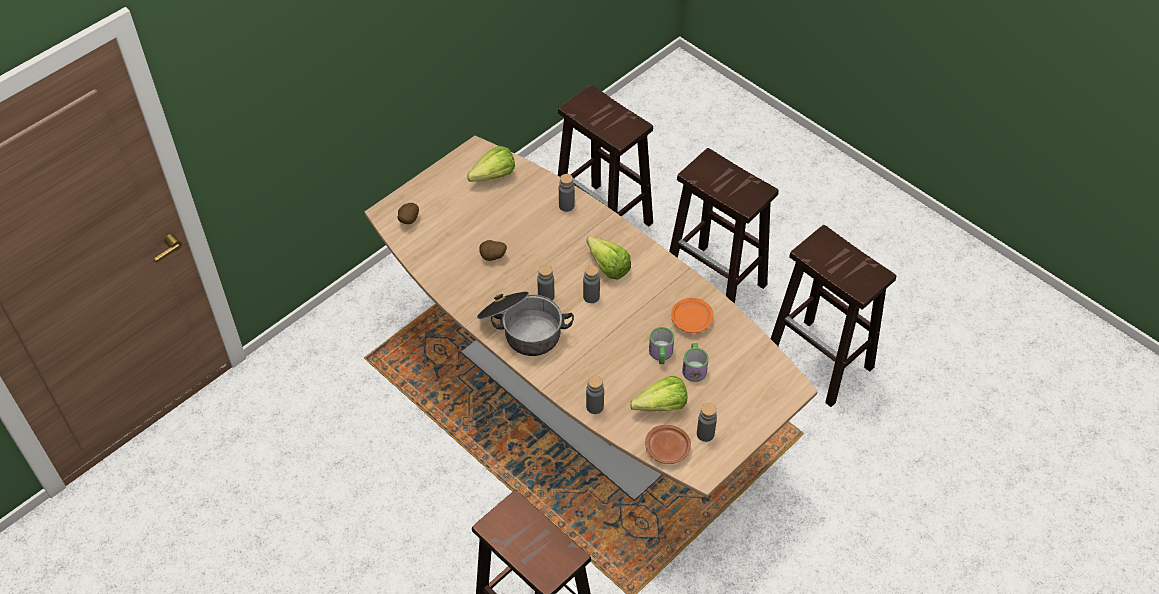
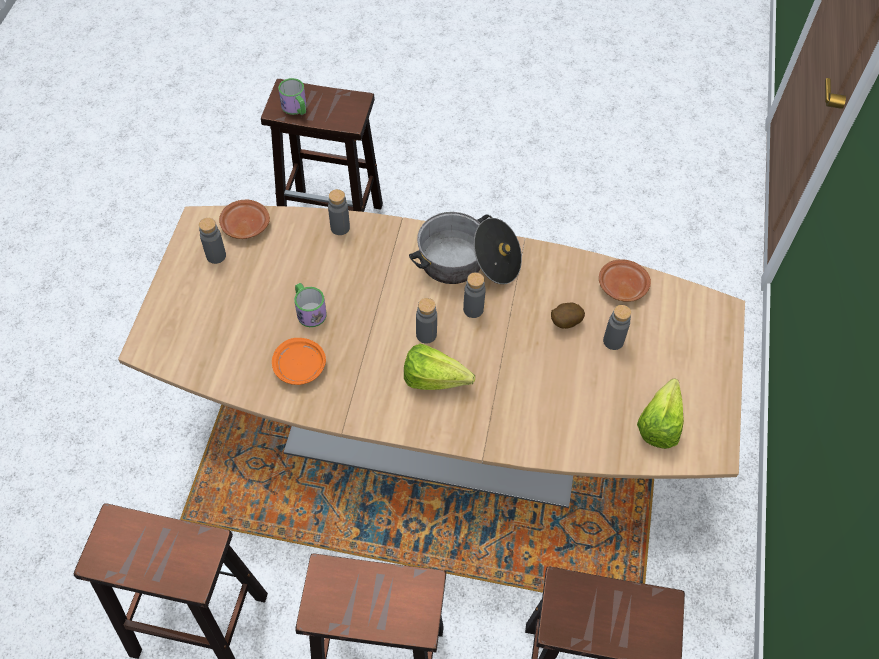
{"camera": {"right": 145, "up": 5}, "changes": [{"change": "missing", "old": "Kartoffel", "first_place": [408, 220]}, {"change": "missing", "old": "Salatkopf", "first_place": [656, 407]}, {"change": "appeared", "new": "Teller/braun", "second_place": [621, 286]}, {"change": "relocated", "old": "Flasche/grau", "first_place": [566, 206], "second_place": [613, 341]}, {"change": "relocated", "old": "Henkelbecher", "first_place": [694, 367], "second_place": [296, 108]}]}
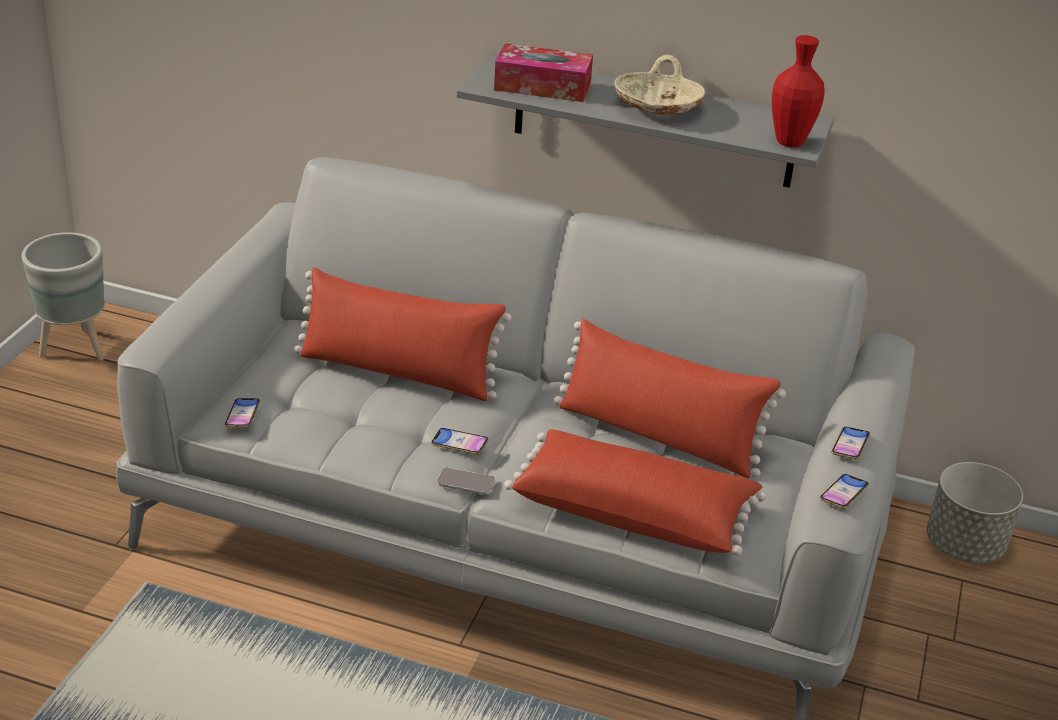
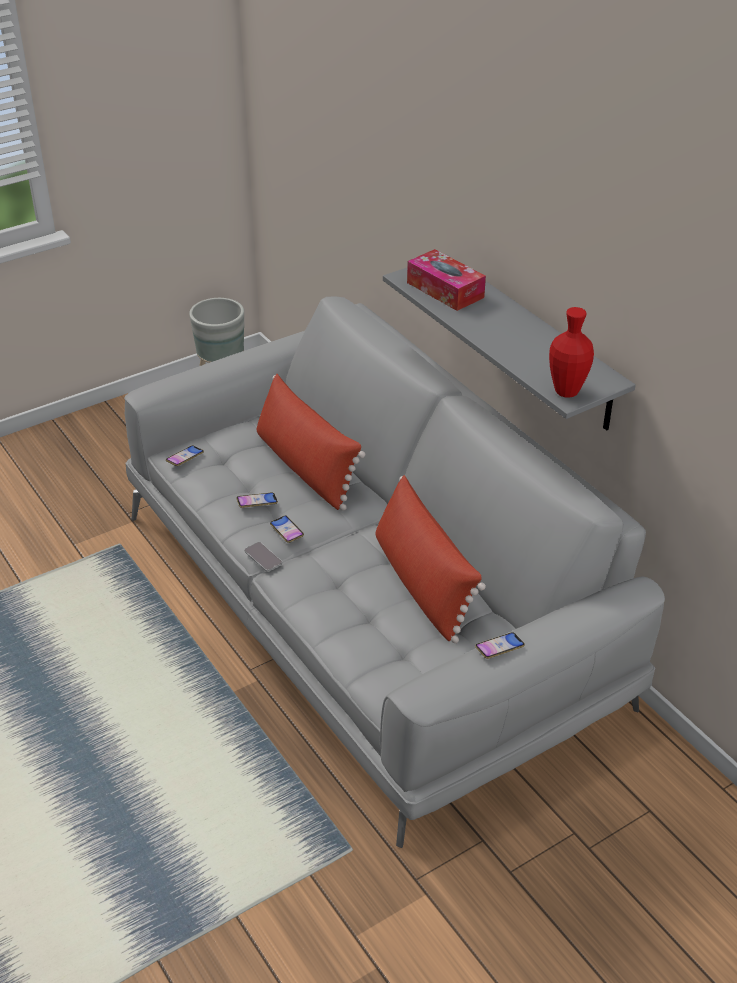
{"camera": {"right": 40, "up": 5}, "changes": [{"change": "missing", "old": "Kissen/rot", "first_place": [633, 512]}, {"change": "missing", "old": "Schüssel/beige", "first_place": [658, 106]}, {"change": "missing", "old": "Pflanzkübel/grau", "first_place": [964, 545]}, {"change": "relocated", "old": "Handy", "first_place": [843, 494], "second_place": [257, 502]}]}
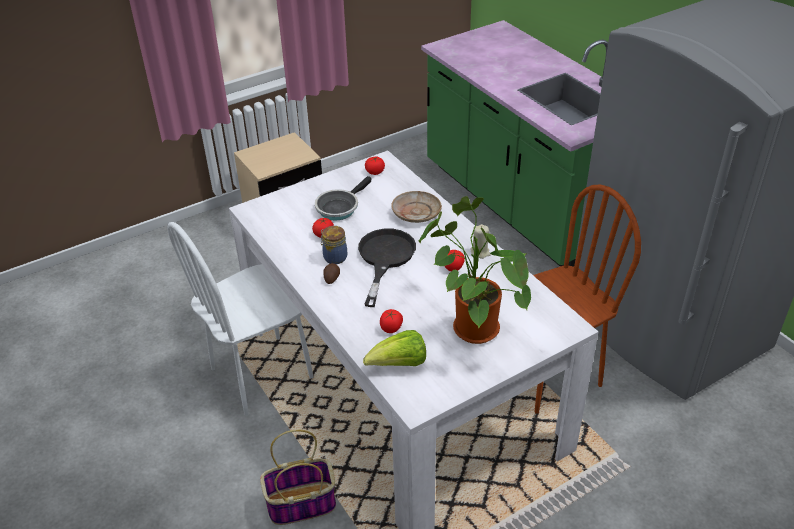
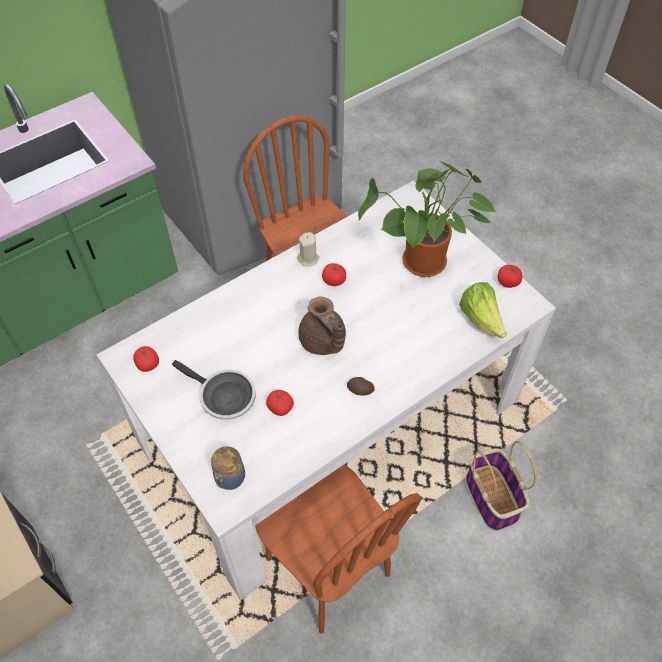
{"camera": {"right": -95, "up": 15}, "changes": [{"change": "missing", "old": "Teller/beige", "first_place": [416, 212]}, {"change": "relocated", "old": "Vorratsglas", "first_place": [334, 257], "second_place": [229, 478]}, {"change": "relocated", "old": "Tomate", "first_place": [391, 328], "second_place": [508, 282]}, {"change": "exchanged", "old": "Pfanne/schwarz", "new": "Teekanne/braun", "first_place": [384, 259], "second_place": [323, 342]}, {"change": "colour", "old": "Stuhl/weiß", "new": "Stuhl/braun", "first_place": [262, 374], "second_place": [327, 567]}]}
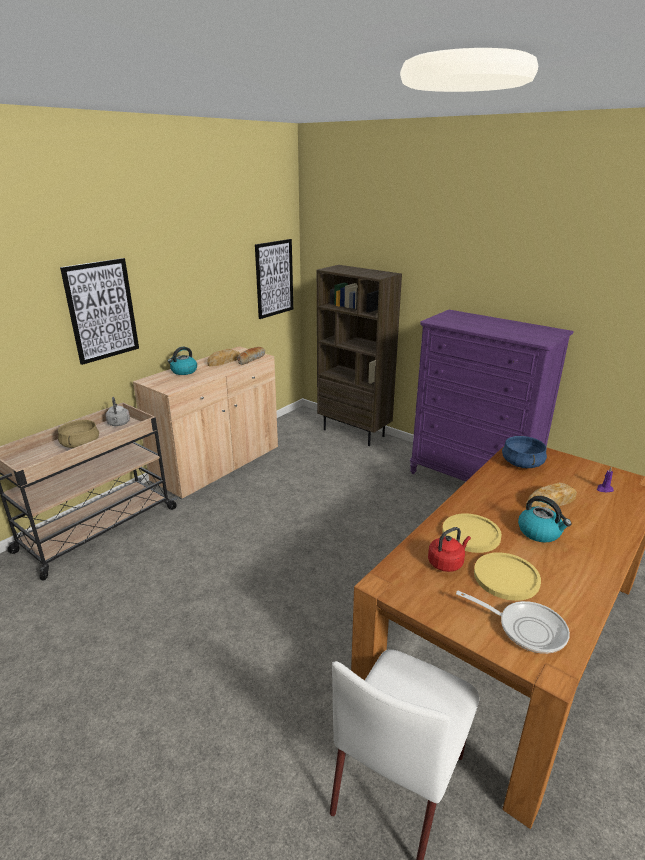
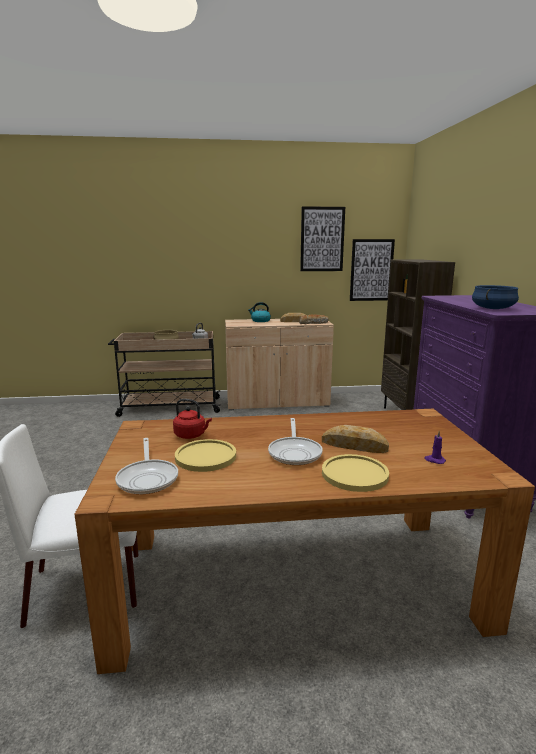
{"camera": {"right": 45, "up": -10}, "changes": [{"change": "relocated", "old": "Bild", "first_place": [102, 310], "second_place": [322, 239]}, {"change": "relocated", "old": "Teller/gelb", "first_place": [471, 534], "second_place": [354, 474]}, {"change": "relocated", "old": "Kochtopf/blau", "first_place": [522, 463], "second_place": [493, 308]}, {"change": "exchanged", "old": "Wasserkessel", "new": "Pfanne", "first_place": [540, 532], "second_place": [295, 452]}]}
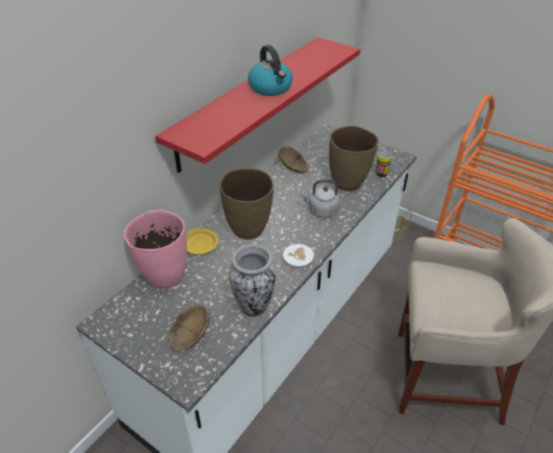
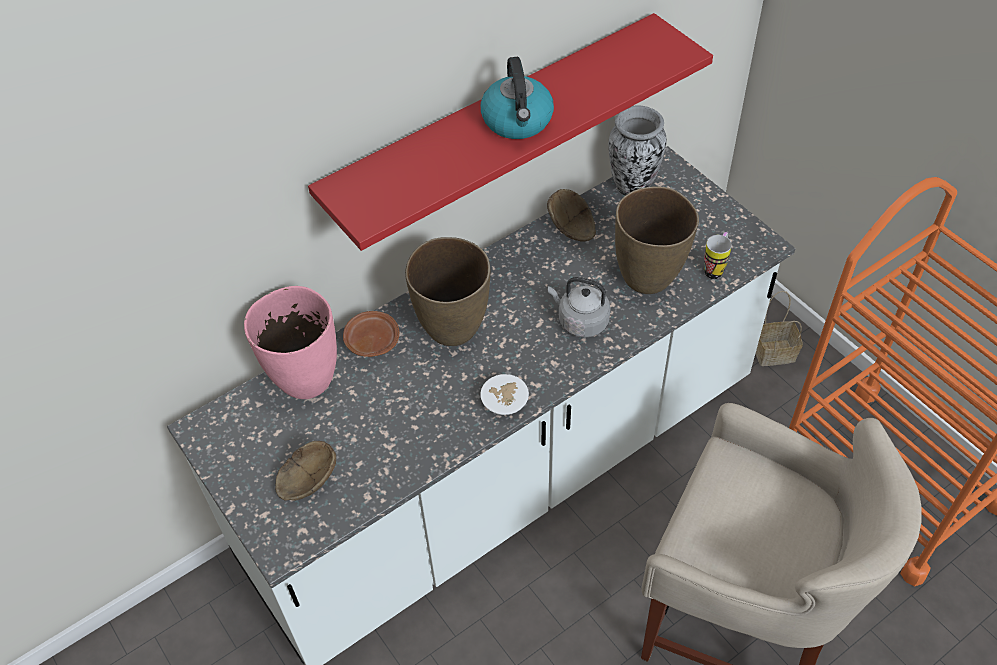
{"camera": {"right": 20, "up": 10}, "changes": [{"change": "relocated", "old": "Vase", "first_place": [254, 306], "second_place": [633, 186]}, {"change": "colour", "old": "Teller/gelb", "new": "Teller/braun", "first_place": [200, 246], "second_place": [372, 340]}]}
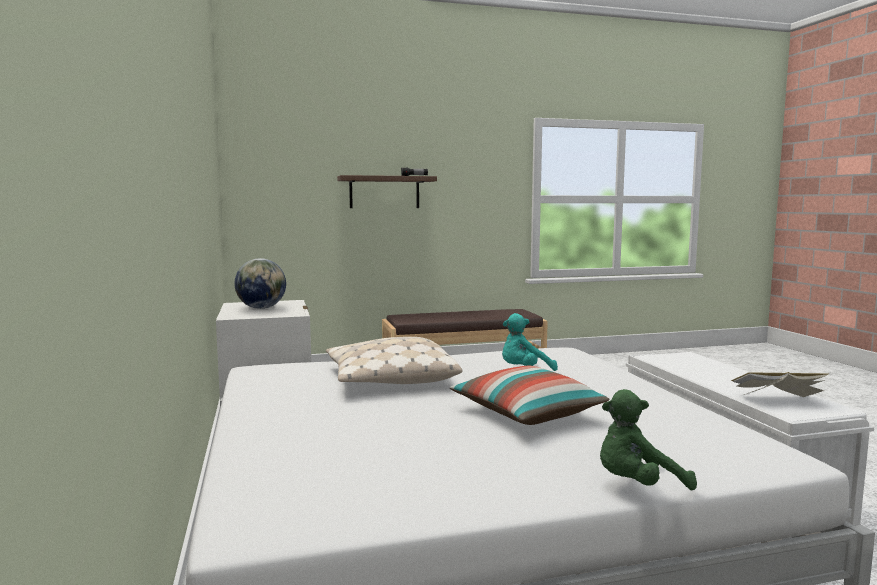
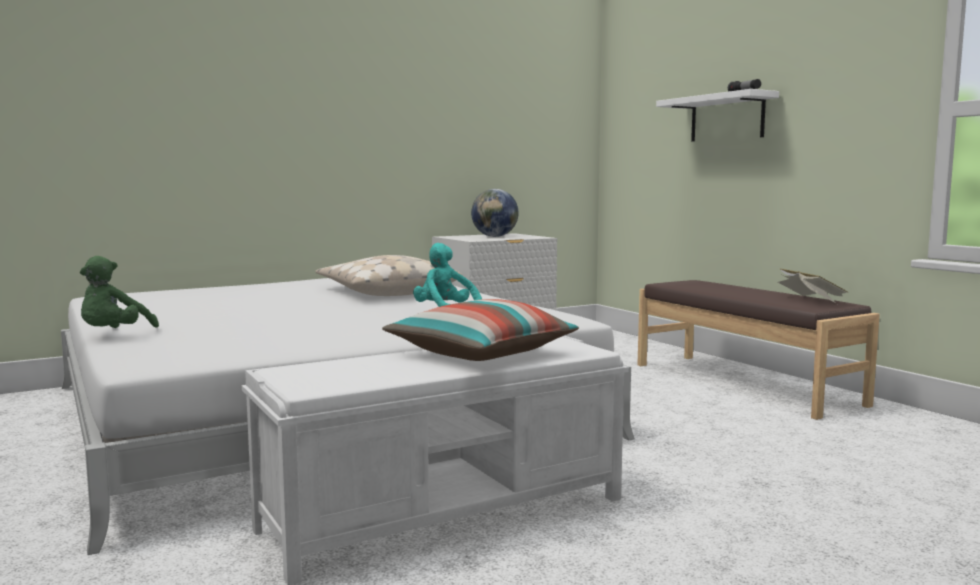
{"camera": {"right": 75, "up": 0}, "changes": [{"change": "relocated", "old": "Kissen", "first_place": [527, 414], "second_place": [481, 354]}, {"change": "relocated", "old": "Buch", "first_place": [777, 400], "second_place": [809, 300]}, {"change": "colour", "old": "Wandregal/braun", "new": "Wandregal/weiß", "first_place": [384, 192], "second_place": [727, 118]}, {"change": "spun", "old": "Plüschtier/grün", "first_place": [637, 485], "second_place": [114, 335], "degrees": -135}]}
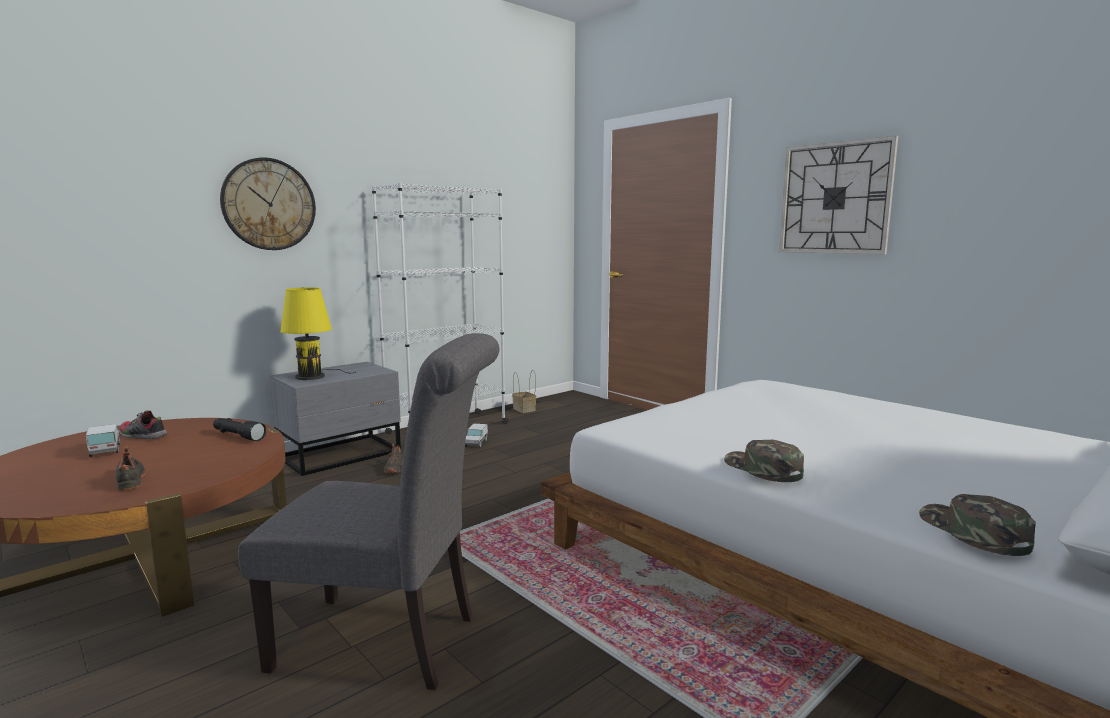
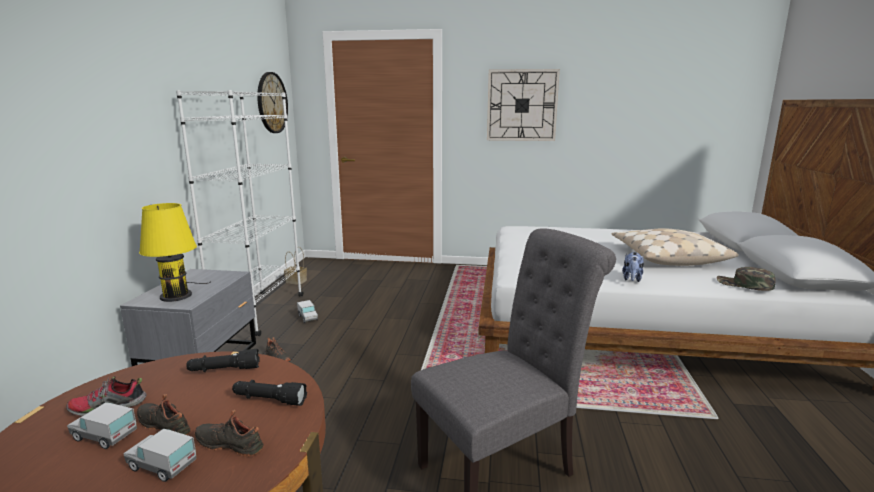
{"camera": {"right": -40, "up": 5}, "changes": [{"change": "appeared", "new": "Spielzeuglaster", "second_place": [162, 466]}, {"change": "appeared", "new": "Schuh/schwarz", "second_place": [165, 425]}, {"change": "appeared", "new": "Taschenlampe/schwarz", "second_place": [269, 400]}, {"change": "appeared", "new": "Kissen/beige", "second_place": [667, 257]}, {"change": "relocated", "old": "Wanduhr", "first_place": [269, 204], "second_place": [272, 103]}, {"change": "exchanged", "old": "Kappe/grün", "new": "Plüschtier", "first_place": [762, 469], "second_place": [632, 279]}]}
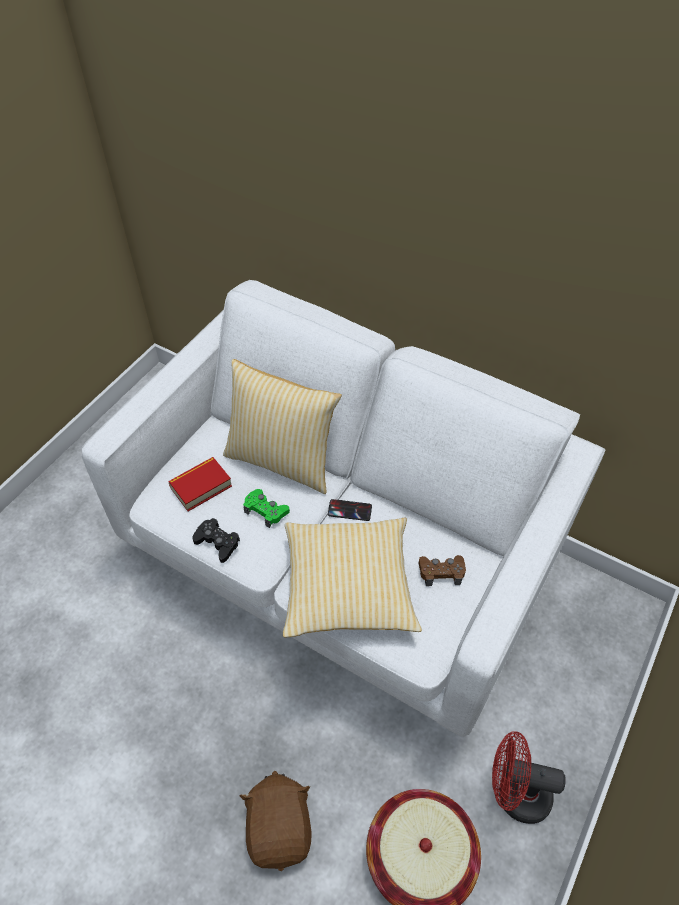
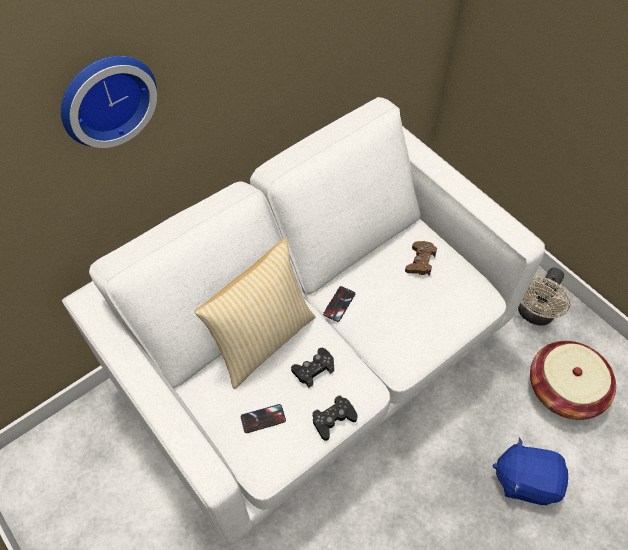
{"camera": {"right": -70, "up": 5}, "changes": [{"change": "missing", "old": "Kissen", "first_place": [348, 587]}, {"change": "appeared", "new": "Wanduhr", "second_place": [105, 97]}, {"change": "exchanged", "old": "Buch", "new": "Handy", "first_place": [201, 487], "second_place": [263, 419]}, {"change": "colour", "old": "Plüschtier/braun", "new": "Plüschtier/blau", "first_place": [280, 827], "second_place": [526, 480]}, {"change": "colour", "old": "Gamepad/grün", "new": "Gamepad/schwarz", "first_place": [266, 510], "second_place": [313, 369]}, {"change": "colour", "old": "Ventilator/rot", "new": "Ventilator/beige", "first_place": [515, 793], "second_place": [534, 314]}]}
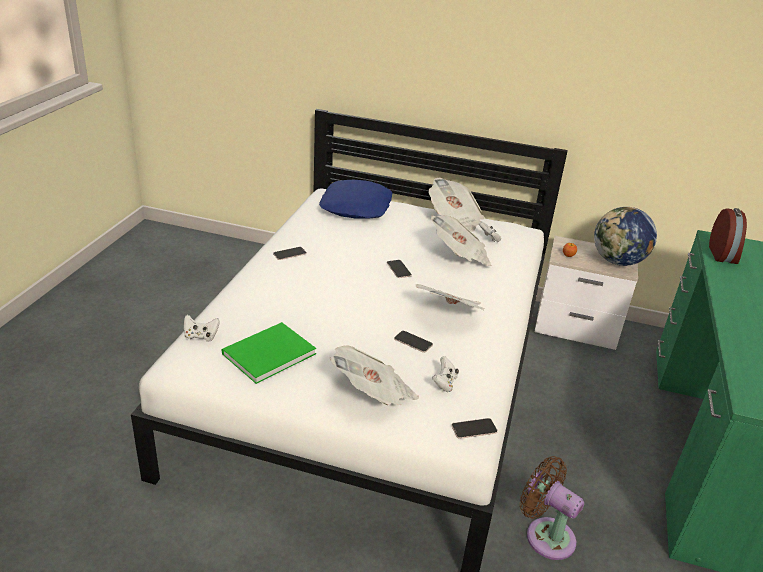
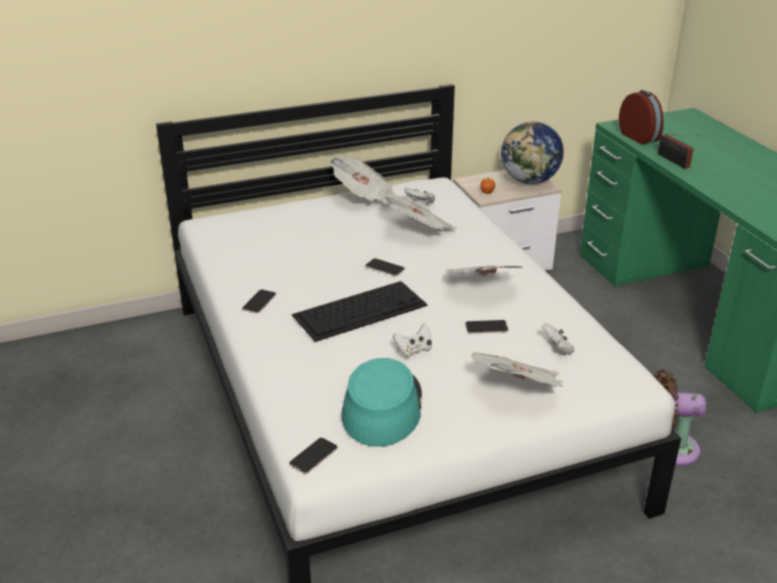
{"camera": {"right": -35, "up": 0}, "changes": [{"change": "missing", "old": "Kissen/blau", "first_place": [356, 207]}, {"change": "appeared", "new": "Tastatur", "second_place": [361, 309]}, {"change": "appeared", "new": "Radio", "second_place": [674, 161]}, {"change": "relocated", "old": "Gamepad/weiß", "first_place": [201, 336], "second_place": [413, 350]}, {"change": "relocated", "old": "Handy", "first_place": [474, 429], "second_place": [313, 456]}, {"change": "exchanged", "old": "Buch/grün", "new": "Hut/türkis", "first_place": [266, 354], "second_place": [382, 407]}]}
